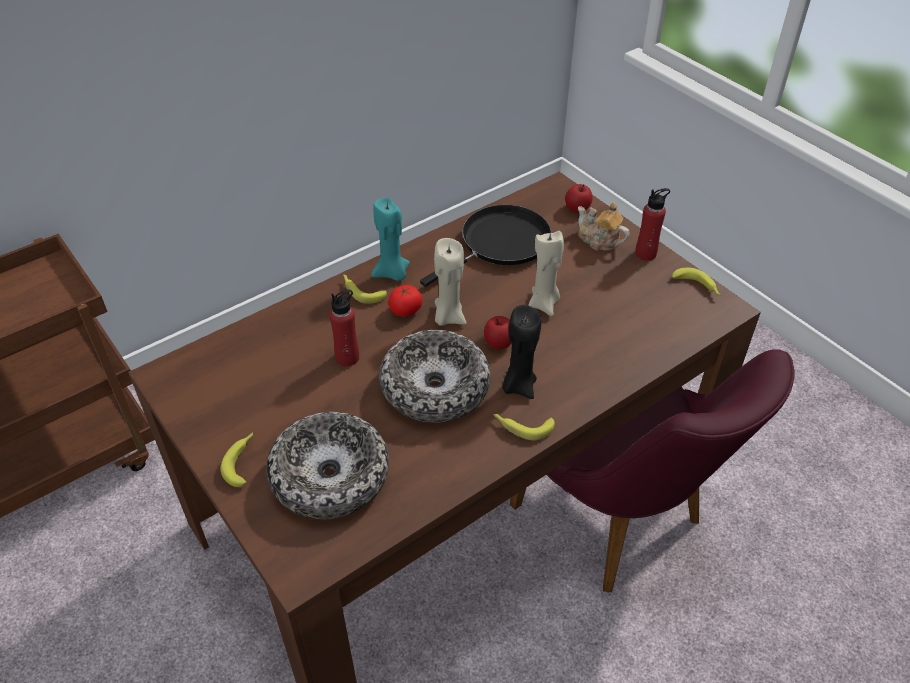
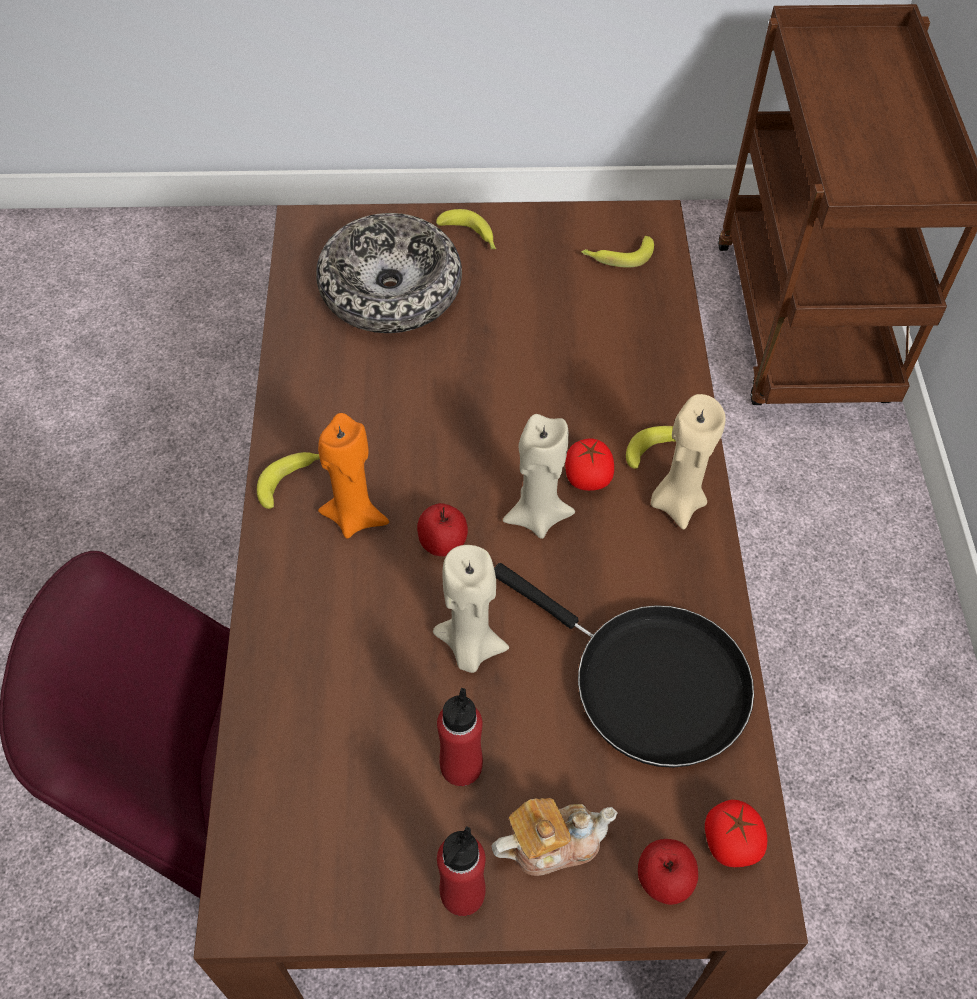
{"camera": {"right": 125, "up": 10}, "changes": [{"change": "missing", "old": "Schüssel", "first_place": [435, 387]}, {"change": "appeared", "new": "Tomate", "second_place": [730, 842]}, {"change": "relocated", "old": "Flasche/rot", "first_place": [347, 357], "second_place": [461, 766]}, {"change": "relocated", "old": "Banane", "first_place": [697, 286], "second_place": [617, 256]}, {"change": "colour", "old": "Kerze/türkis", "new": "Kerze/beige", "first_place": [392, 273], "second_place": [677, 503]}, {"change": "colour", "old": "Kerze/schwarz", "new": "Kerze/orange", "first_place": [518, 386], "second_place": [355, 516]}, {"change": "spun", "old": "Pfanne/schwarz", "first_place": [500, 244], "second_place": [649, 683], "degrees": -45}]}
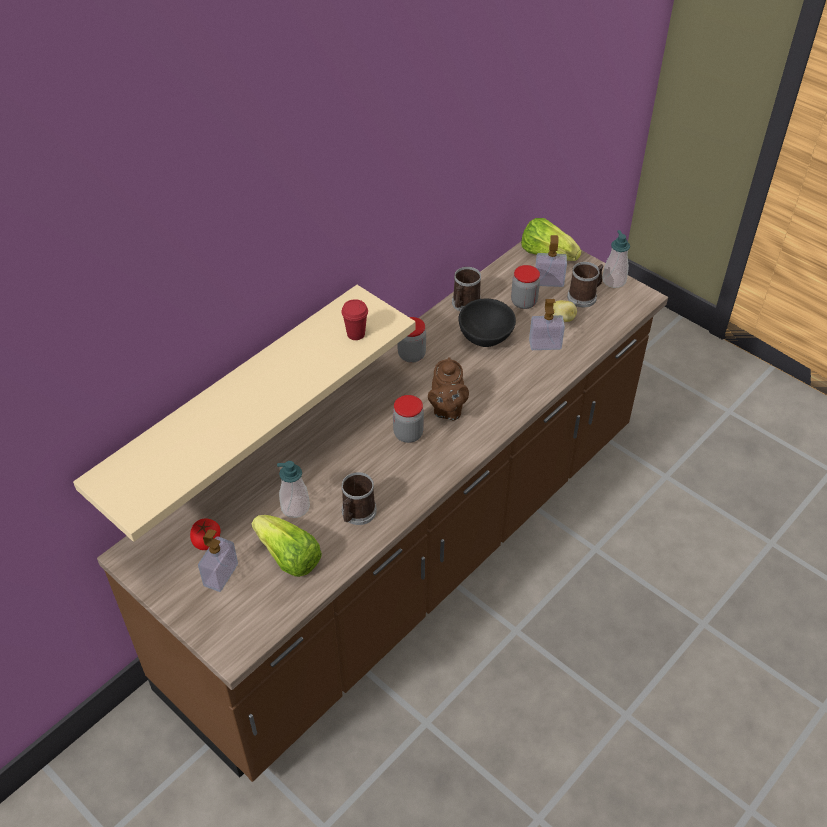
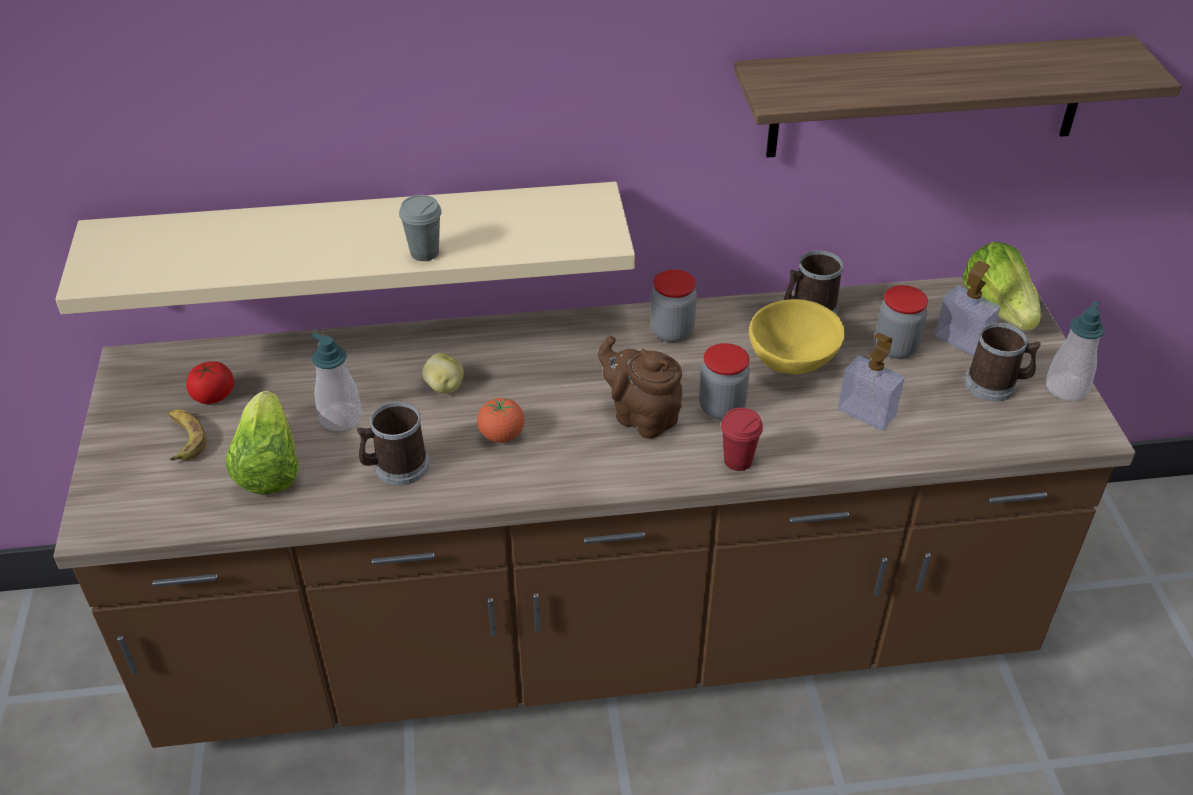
{"camera": {"right": 40, "up": -5}, "changes": [{"change": "appeared", "new": "Tasse/grau", "second_place": [424, 253]}, {"change": "appeared", "new": "Tomate", "second_place": [501, 435]}, {"change": "appeared", "new": "Wandregal", "second_place": [927, 97]}, {"change": "relocated", "old": "Tasse/rot", "first_place": [356, 334], "second_place": [738, 461]}, {"change": "relocated", "old": "Vorratsglas", "first_place": [408, 434], "second_place": [721, 408]}, {"change": "relocated", "old": "Kartoffel", "first_place": [563, 319], "second_place": [444, 387]}, {"change": "exchanged", "old": "Seifenspender", "new": "Banane", "first_place": [221, 575], "second_place": [184, 438]}, {"change": "colour", "old": "Schüssel/schwarz", "new": "Schüssel/gelb", "first_place": [486, 337], "second_place": [793, 362]}, {"change": "spun", "old": "Teekanne/braun", "first_place": [447, 410], "second_place": [641, 416], "degrees": 90}]}
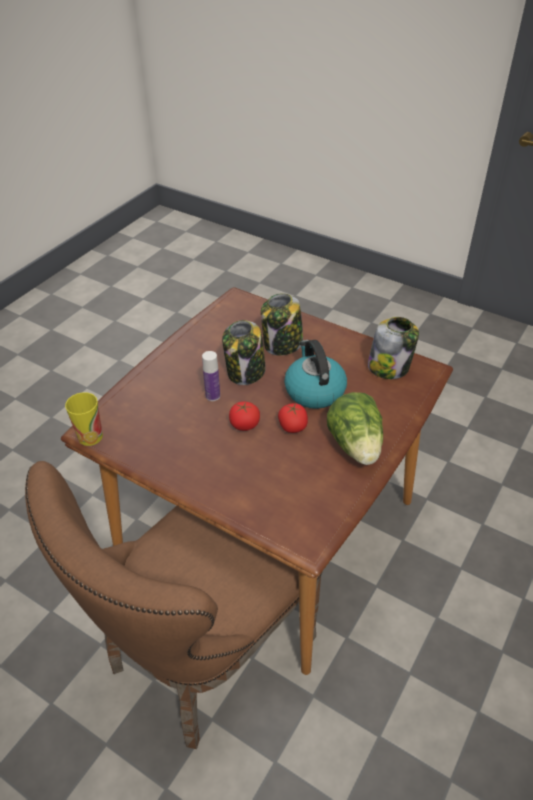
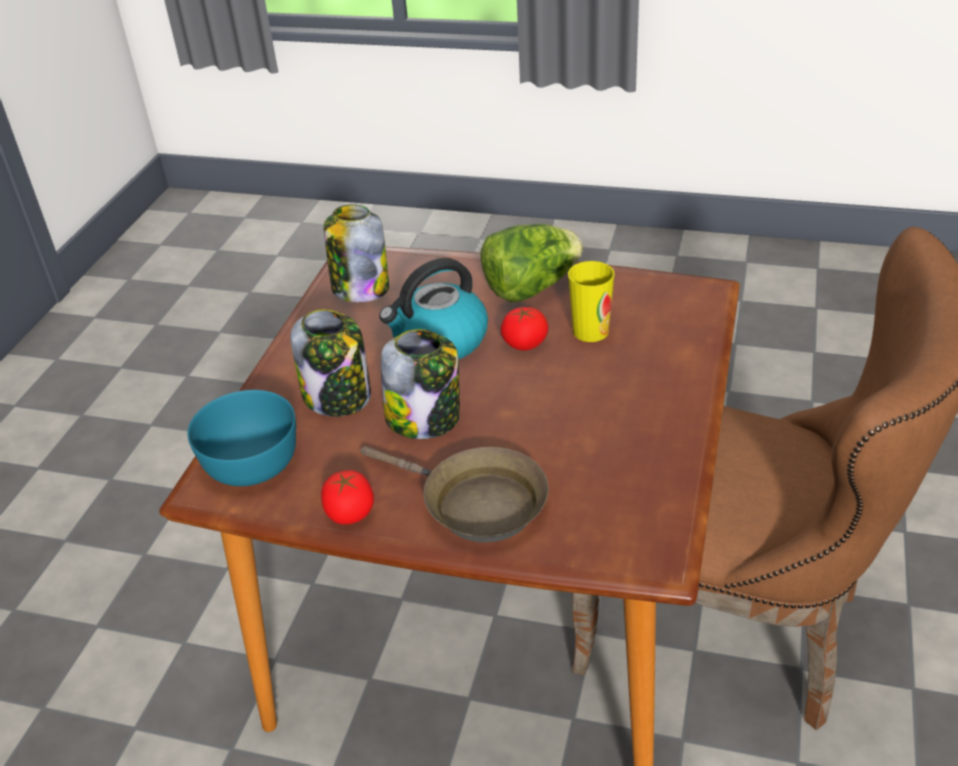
{"camera": {"right": -105, "up": -5}, "changes": [{"change": "missing", "old": "Flasche", "first_place": [213, 396]}, {"change": "appeared", "new": "Schüssel/türkis", "second_place": [253, 461]}, {"change": "appeared", "new": "Pfanne/braun", "second_place": [475, 504]}, {"change": "relocated", "old": "Tasse", "first_place": [90, 436], "second_place": [590, 331]}, {"change": "relocated", "old": "Tomate", "first_place": [244, 425], "second_place": [350, 513]}]}
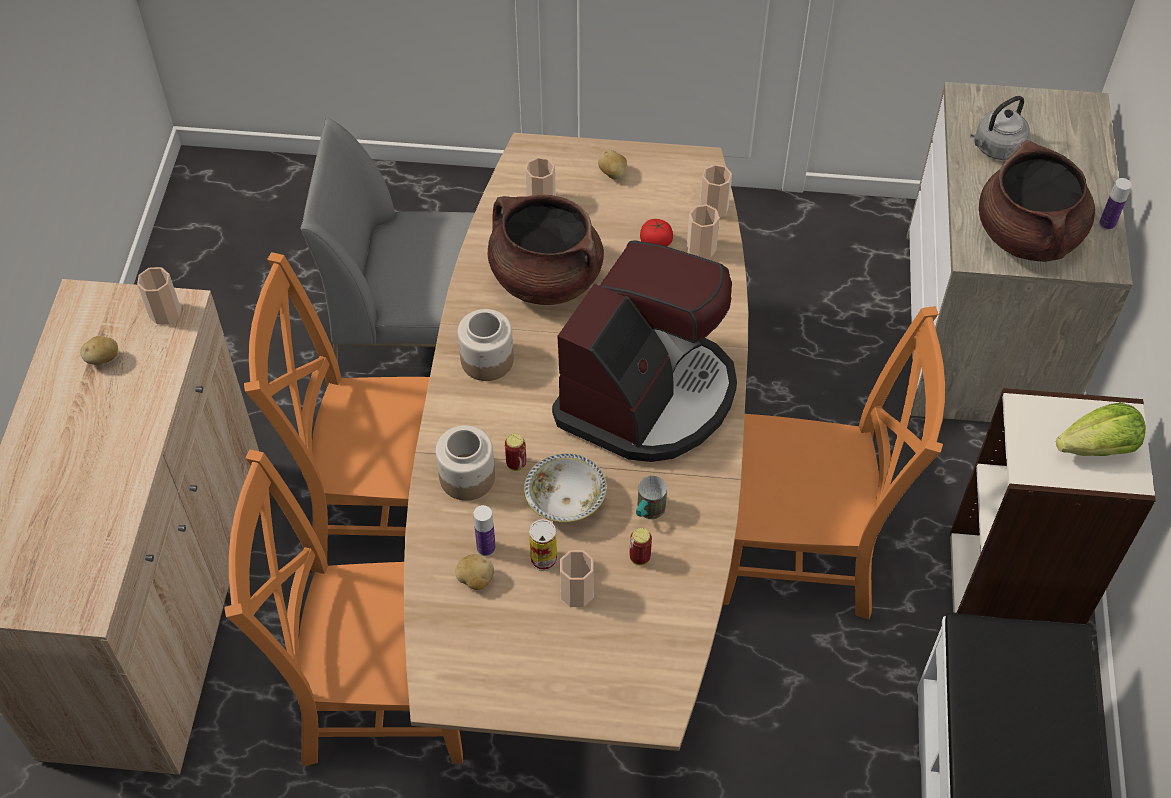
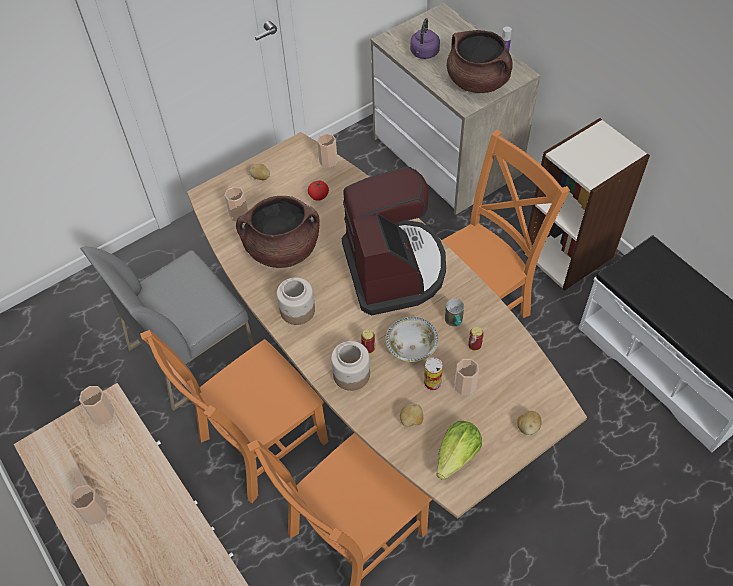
{"camera": {"right": -40, "up": 0}, "changes": [{"change": "missing", "old": "Flasche", "first_place": [486, 548]}, {"change": "relocated", "old": "Kartoffel", "first_place": [103, 359], "second_place": [528, 427]}, {"change": "relocated", "old": "Tasse", "first_place": [701, 248], "second_place": [95, 512]}, {"change": "relocated", "old": "Salatkopf", "first_place": [1098, 448], "second_place": [457, 456]}, {"change": "colour", "old": "Wasserkessel/grau", "new": "Wasserkessel/lila", "first_place": [996, 148], "second_place": [424, 54]}]}
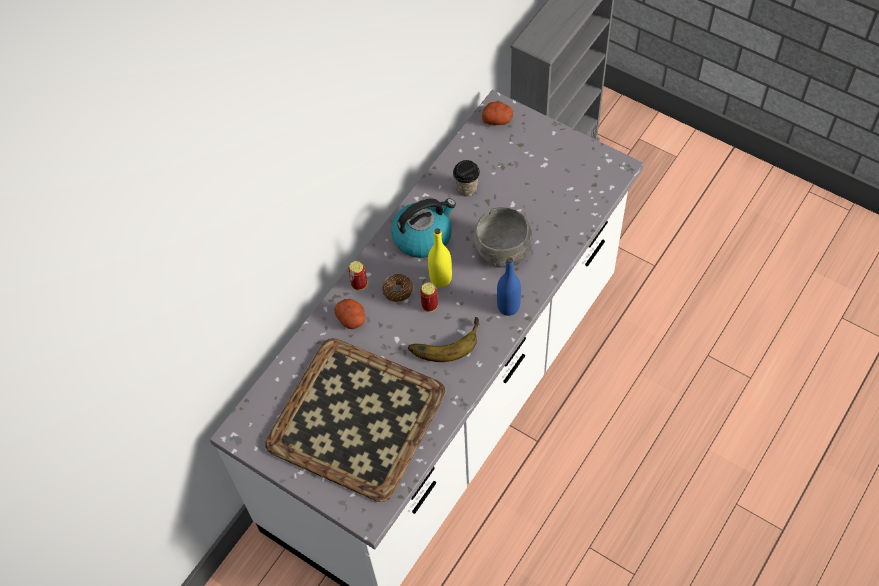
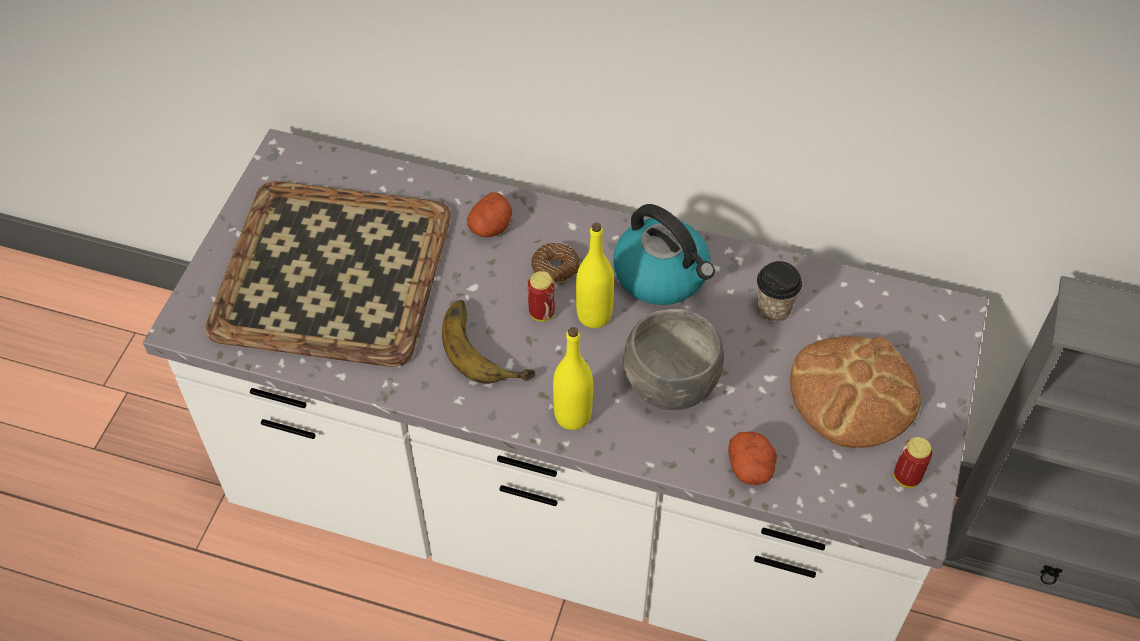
{"camera": {"right": 70, "up": -5}, "changes": [{"change": "appeared", "new": "Brot", "second_place": [853, 392]}, {"change": "relocated", "old": "Dose", "first_place": [359, 284], "second_place": [906, 477]}, {"change": "relocated", "old": "Kartoffel", "first_place": [497, 119], "second_place": [751, 467]}, {"change": "colour", "old": "Flasche/blau", "new": "Flasche/gelb", "first_place": [508, 307], "second_place": [572, 415]}]}
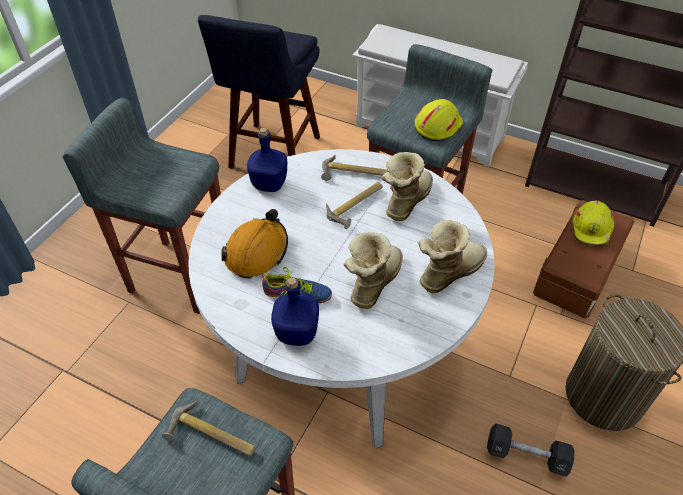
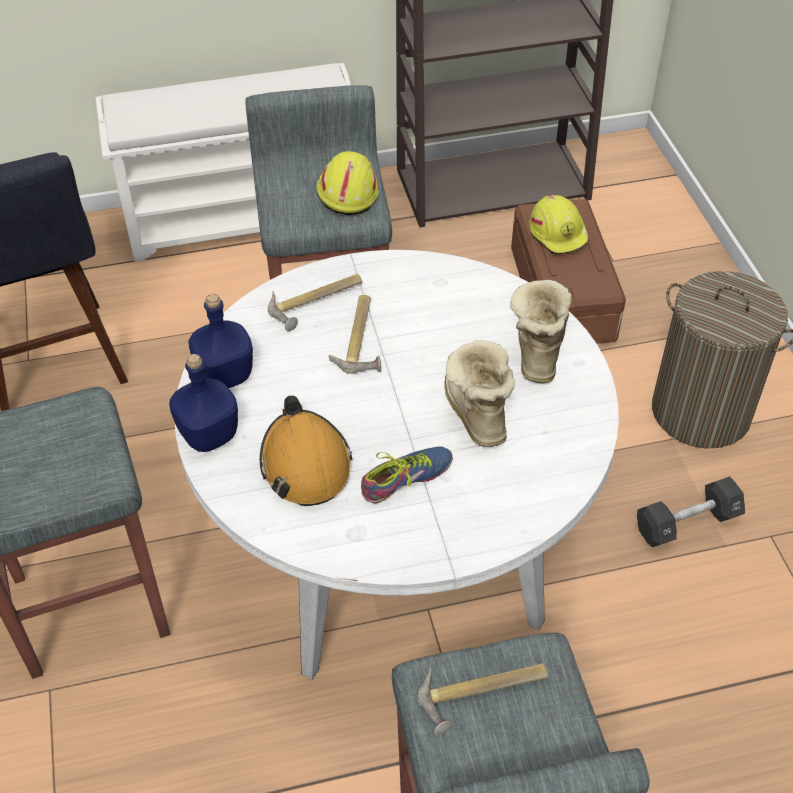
{"camera": {"right": -40, "up": 0}, "changes": [{"change": "missing", "old": "Stiefel", "first_place": [405, 201]}, {"change": "relocated", "old": "Flasche/blau", "first_place": [297, 332], "second_place": [208, 434]}]}
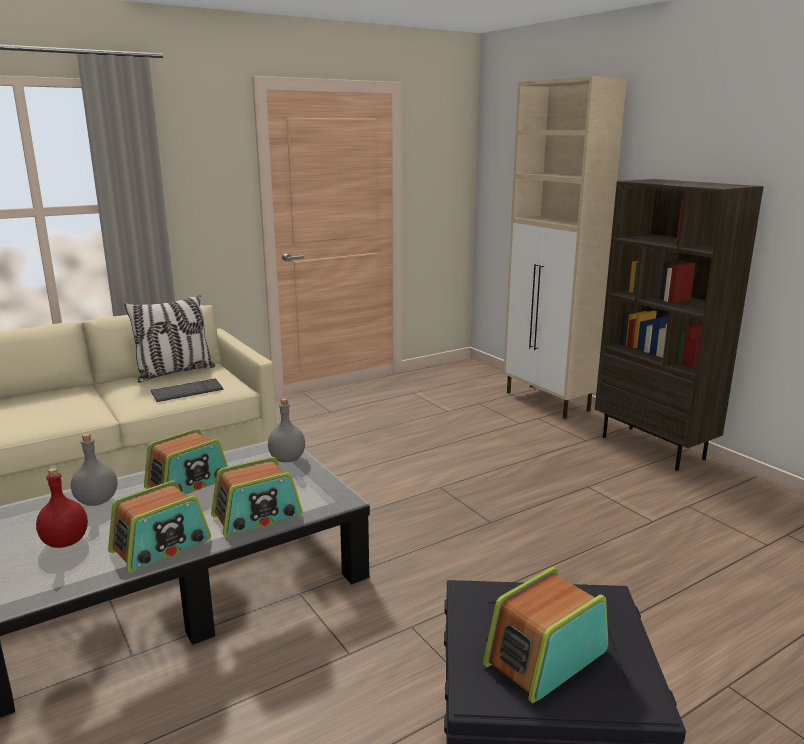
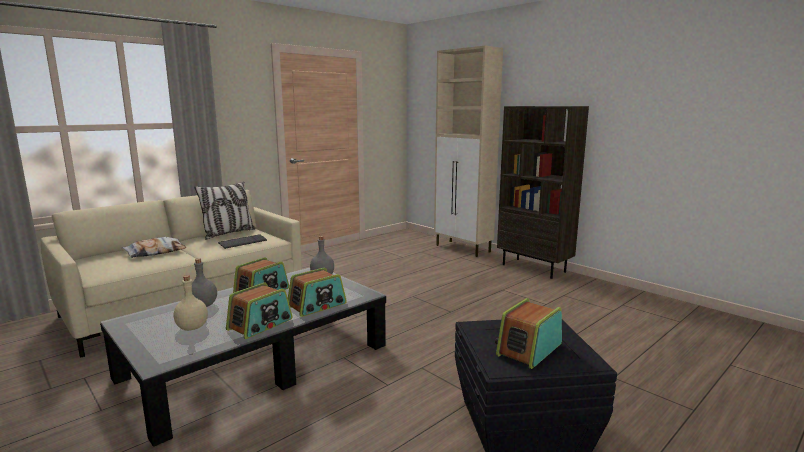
{"camera": {"right": -10, "up": -5}, "changes": [{"change": "appeared", "new": "Kissen", "second_place": [155, 252]}, {"change": "colour", "old": "Flasche/rot", "new": "Flasche/beige", "first_place": [66, 541], "second_place": [192, 327]}]}
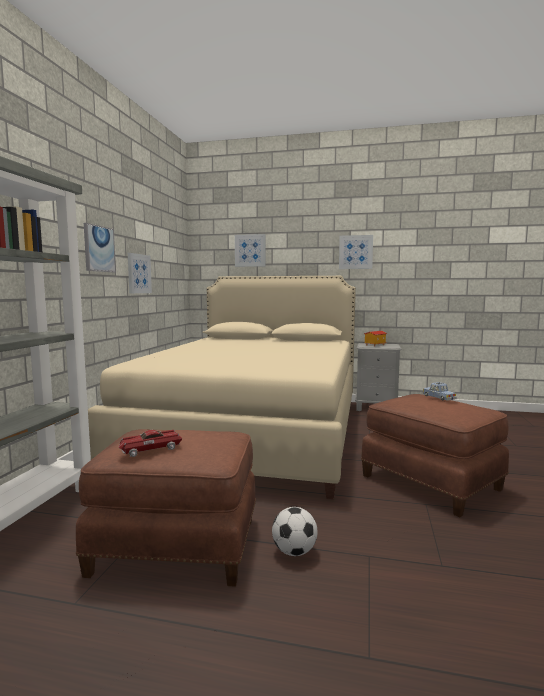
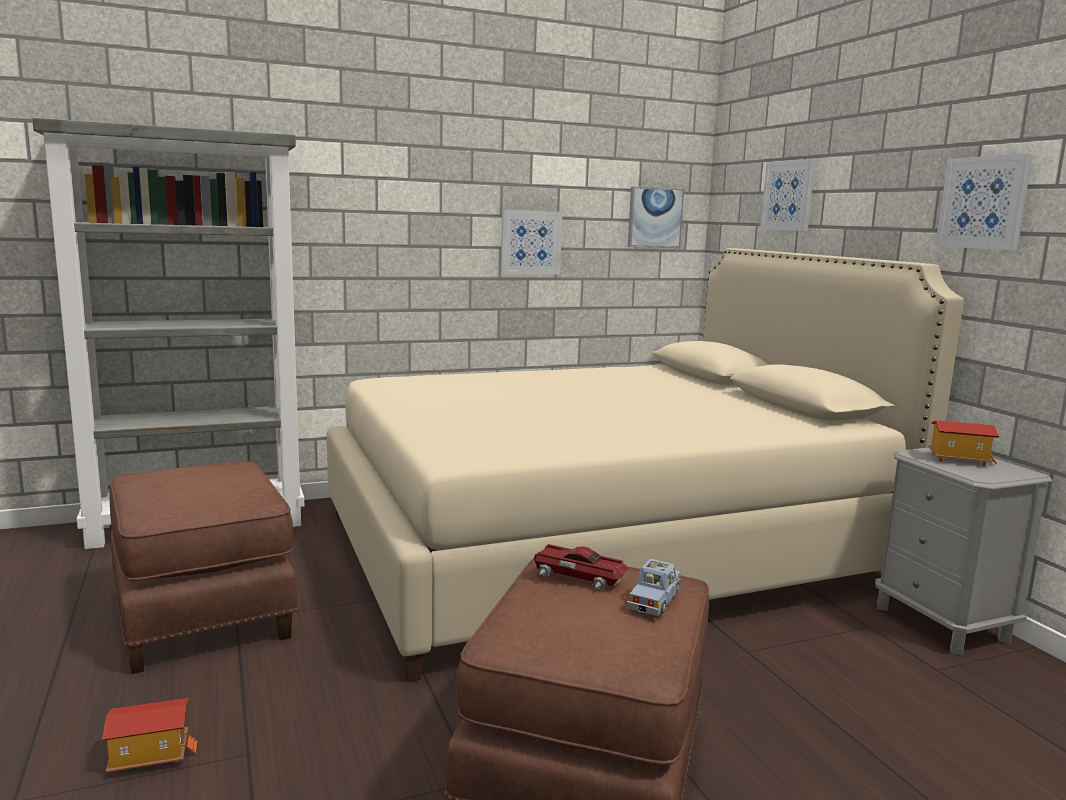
{"camera": {"right": 55, "up": 5}, "changes": [{"change": "missing", "old": "Fußball", "first_place": [294, 551]}, {"change": "appeared", "new": "Spielzeughaus", "second_place": [150, 755]}, {"change": "relocated", "old": "Bild", "first_place": [99, 249], "second_place": [655, 217]}, {"change": "relocated", "old": "Spielzeugauto", "first_place": [150, 449], "second_place": [577, 576]}]}
